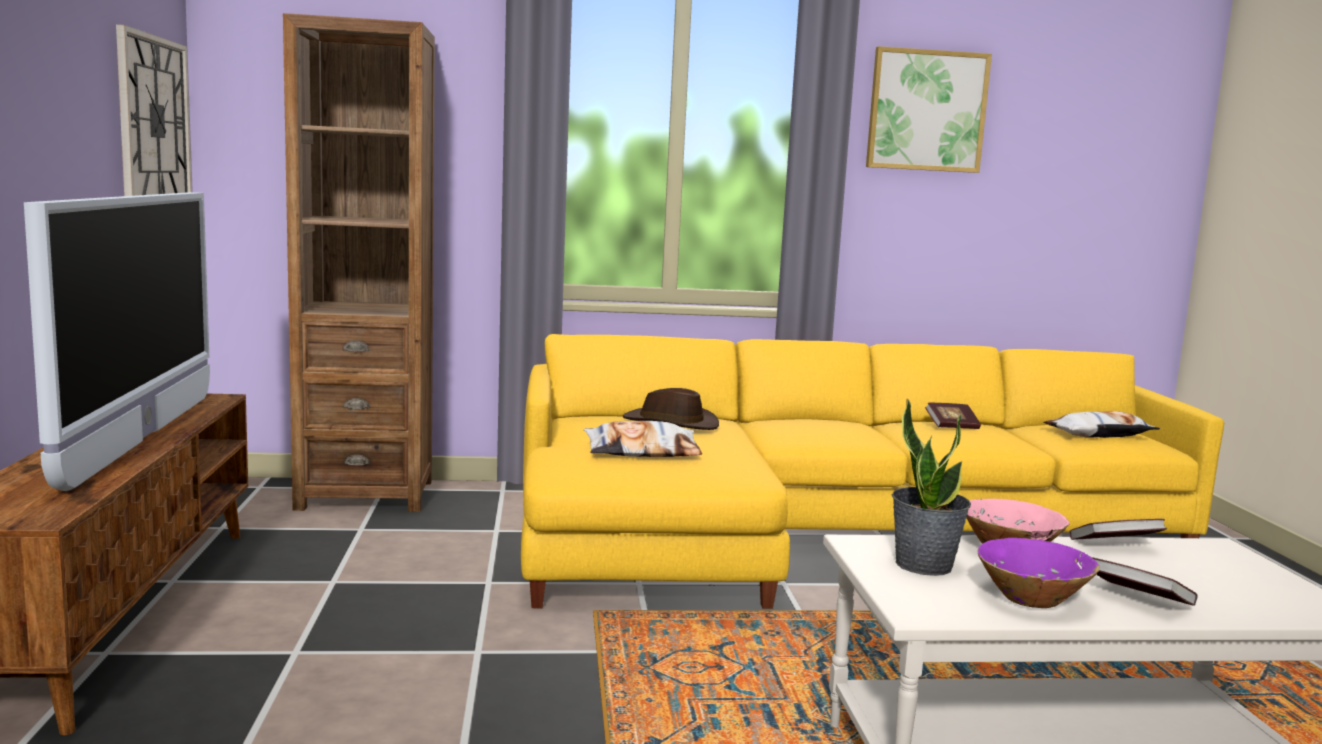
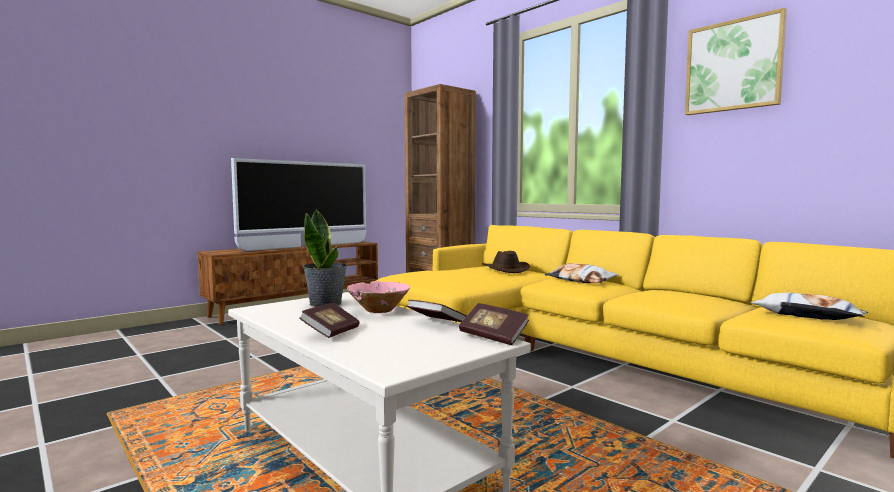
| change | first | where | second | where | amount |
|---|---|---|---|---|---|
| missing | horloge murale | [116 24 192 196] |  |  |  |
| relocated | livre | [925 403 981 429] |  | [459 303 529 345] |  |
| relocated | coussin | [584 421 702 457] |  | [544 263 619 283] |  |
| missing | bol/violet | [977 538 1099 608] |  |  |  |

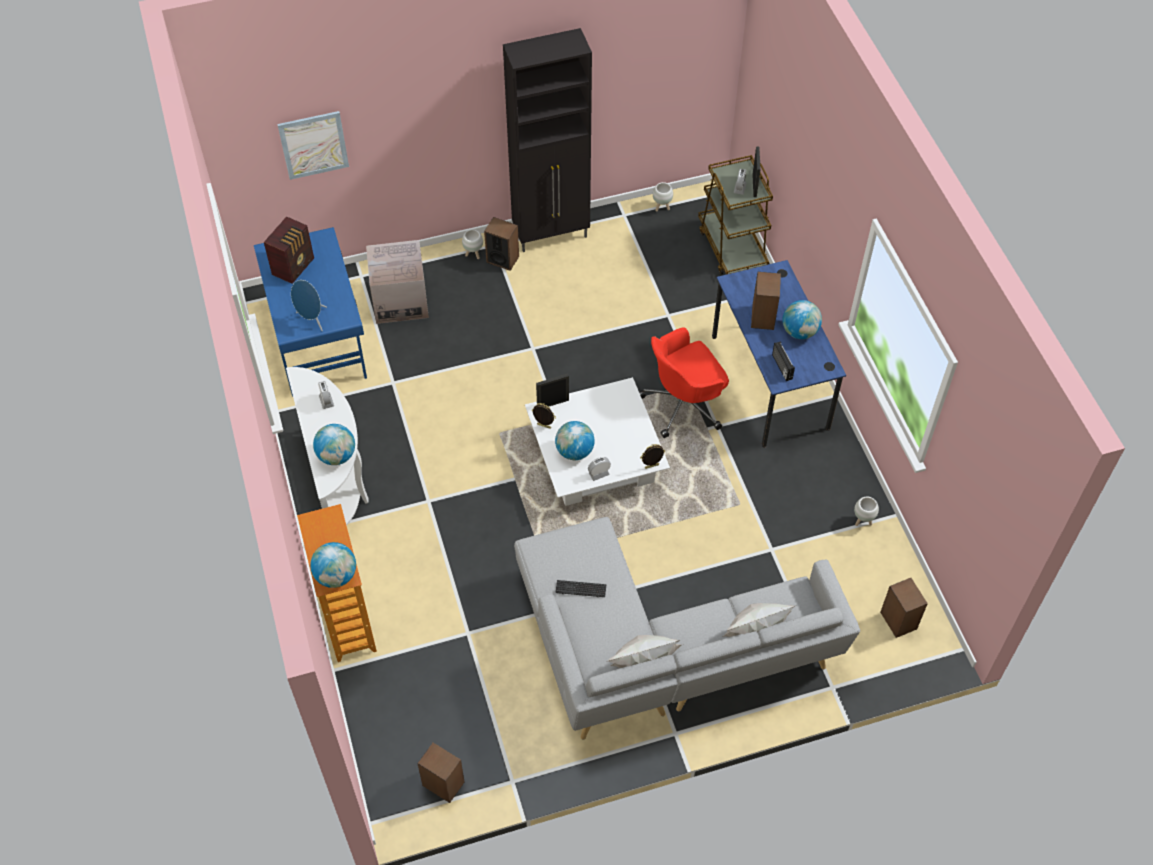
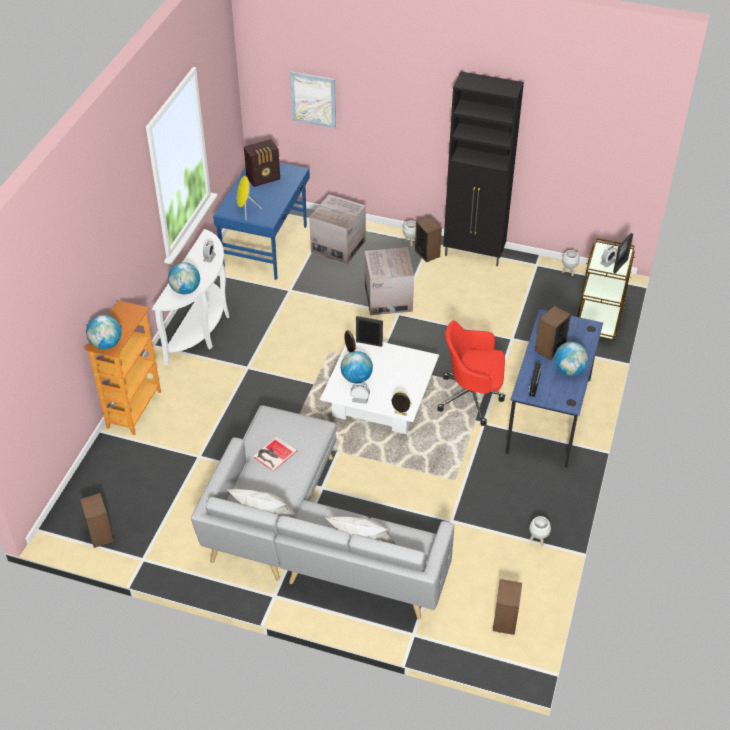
| change | first | where | second | where | amount |
|---|---|---|---|---|---|
| colour | enceinte/bleu | [291 280 327 331] | enceinte/jaune | [237 176 262 220] |  |
| exchanged | clavier | [555 580 606 597] | livre | [252 437 297 472] |  |
| appeared |  |  | carton | [365 247 414 315] |  |

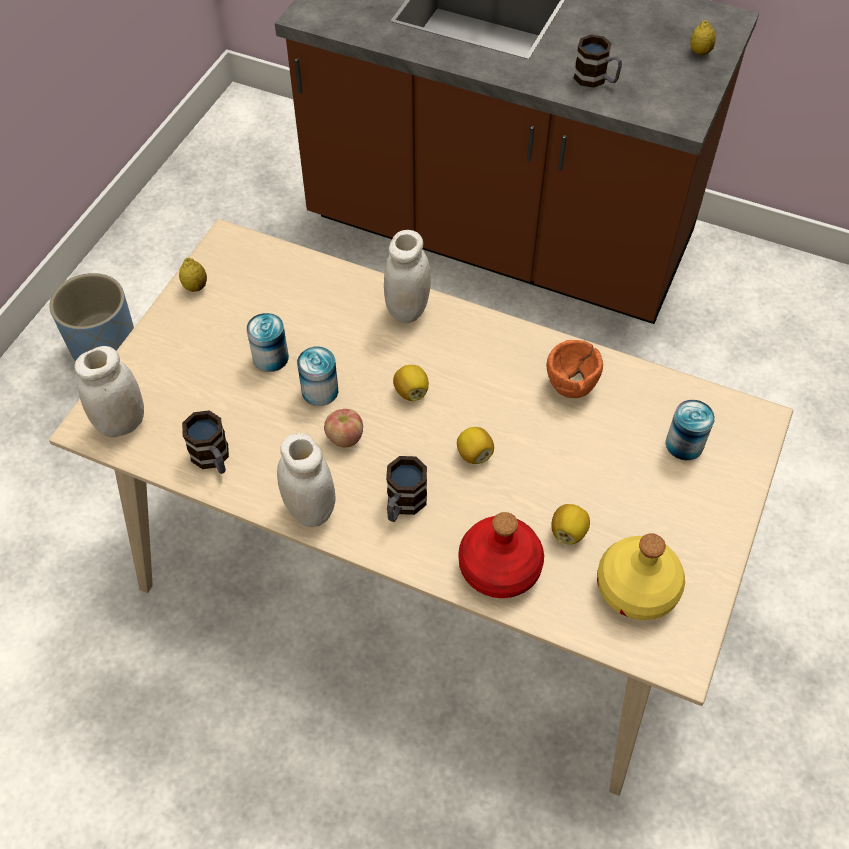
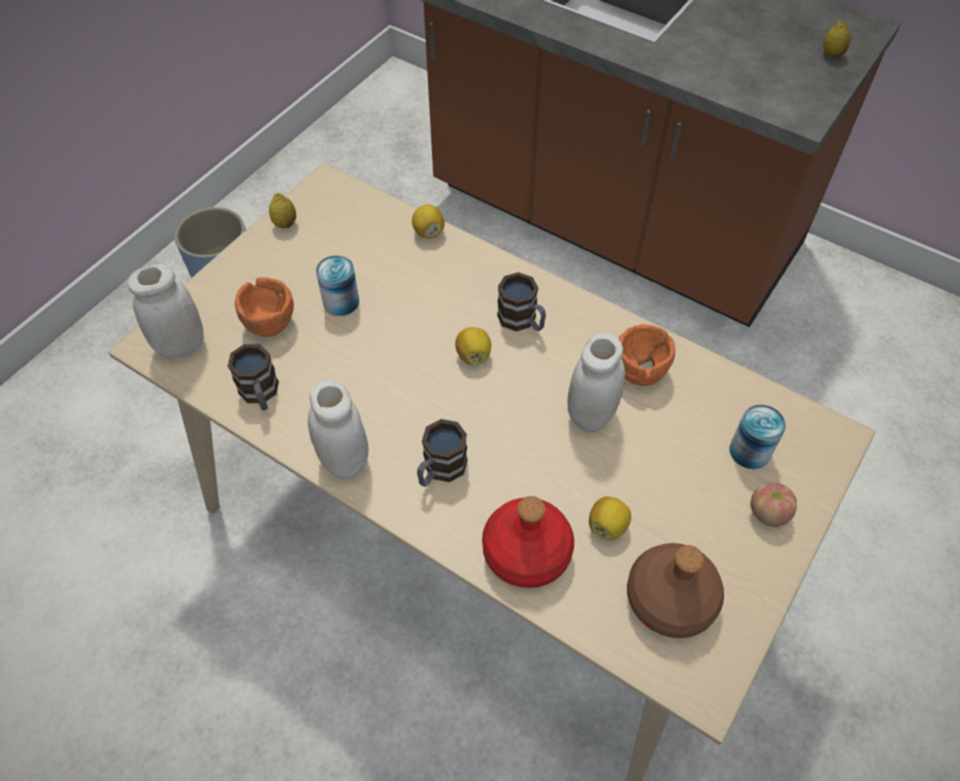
| change | first | where | second | where | amount |
|---|---|---|---|---|---|
| relocated | mug | [574 34 622 88] |  | [497 272 546 331] |  |
| relocated | bocal/blanc | [384 230 431 323] |  | [567 333 625 432] |  |
| missing | boîte métallique | [297 346 338 406] |  |  |  |
| relocated | pomme | [324 409 363 447] |  | [751 483 797 527] |  |
| relocated | citron | [457 427 494 464] |  | [412 205 445 238] |  |
| colour | bouteille/jaune | [597 533 685 620] | bouteille/marron | [627 543 724 638] |  |
| appeared |  |  | bol/orange | [235 277 294 337] |  |

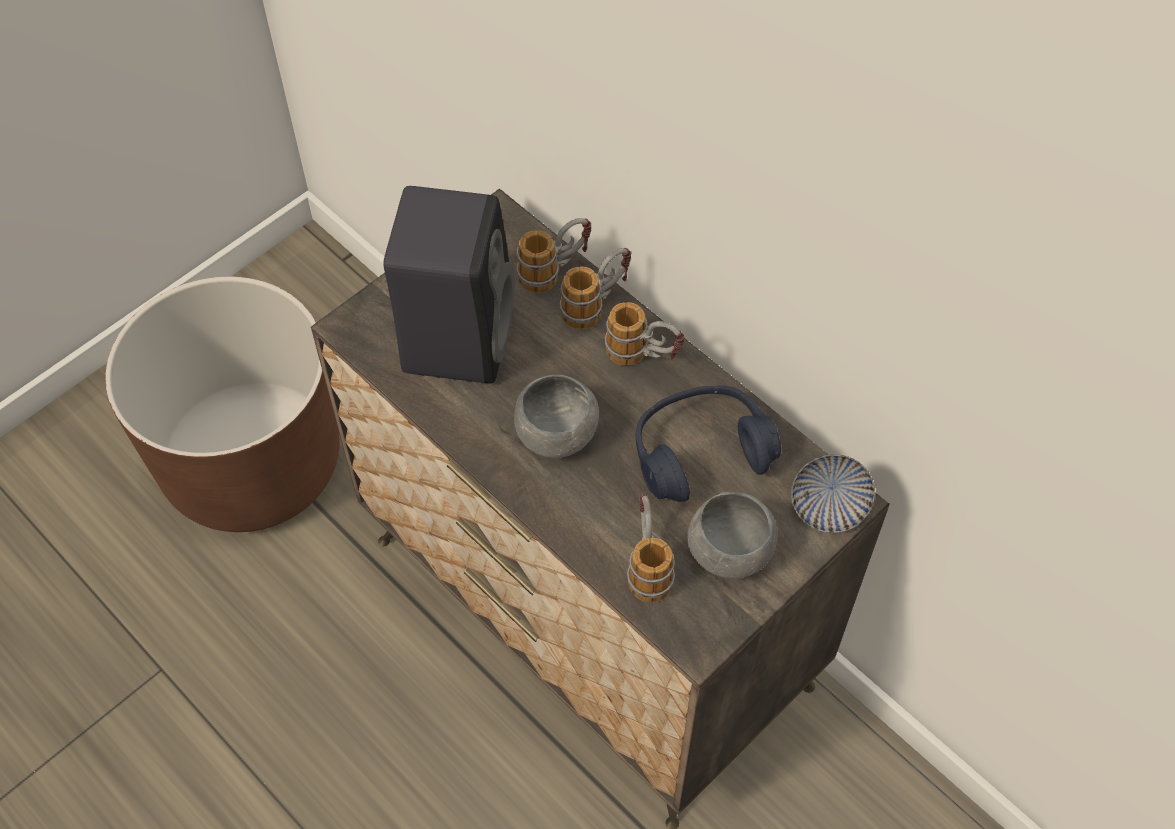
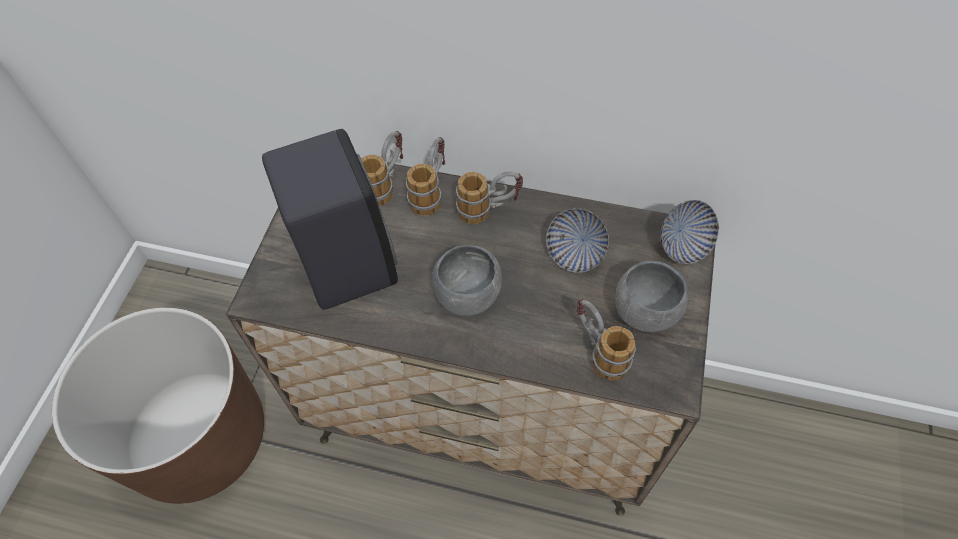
| change | first | where | second | where | amount |
|---|---|---|---|---|---|
| exchanged | casque audio/bleu | [636 385 781 502] | bol | [546 208 609 273] |  |

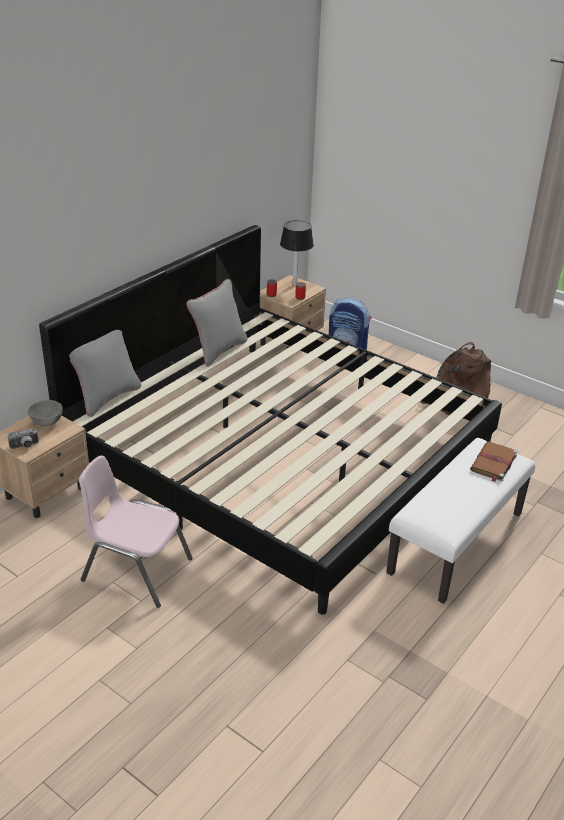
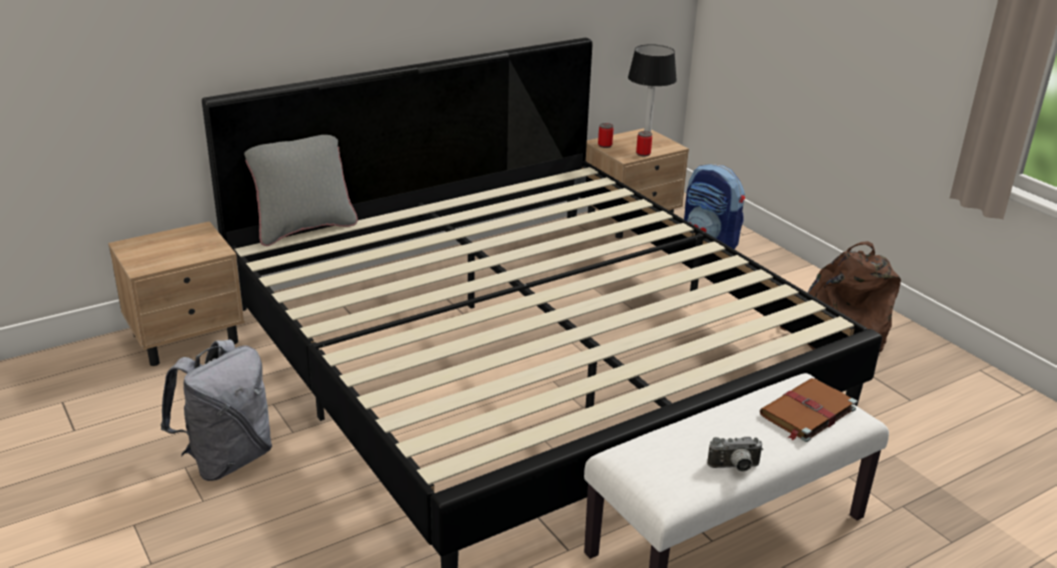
| change | first | where | second | where | amount |
|---|---|---|---|---|---|
| missing | coussin/gris | [186 279 247 367] |  |  |  |
| missing | bol/gris | [28 400 63 426] |  |  |  |
| relocated | appareil photo | [8 428 39 449] |  | [707 437 763 472] |  |
| exchanged | chaise/rose | [79 456 193 608] | sac à dos/gris | [161 339 272 481] |  |

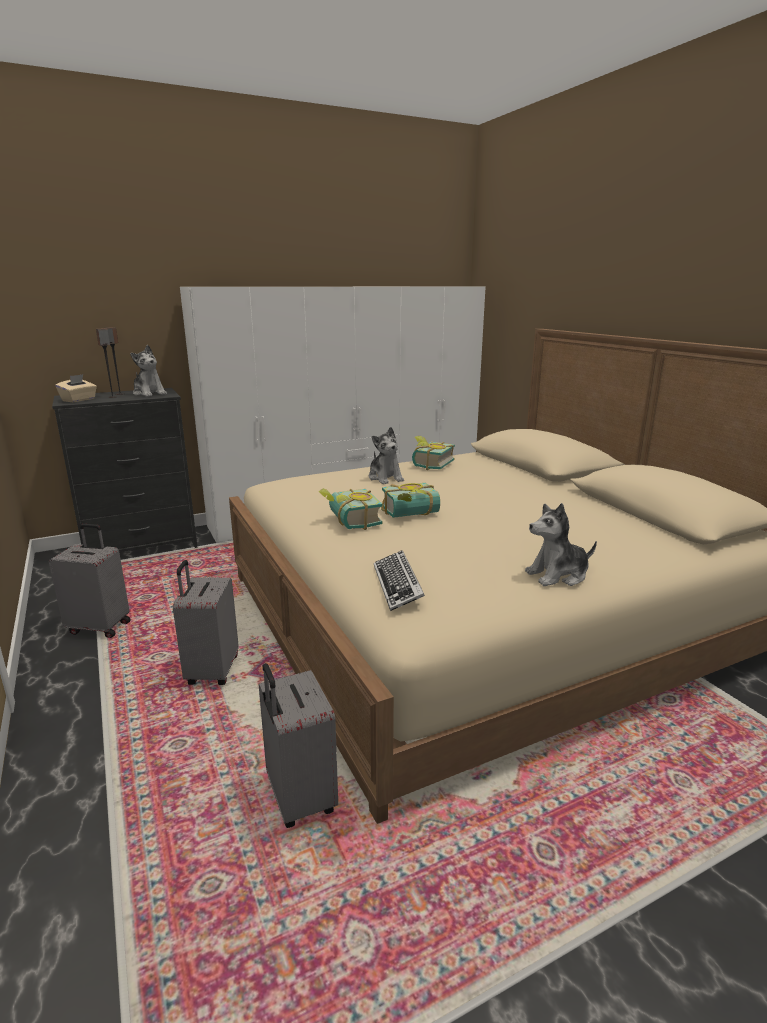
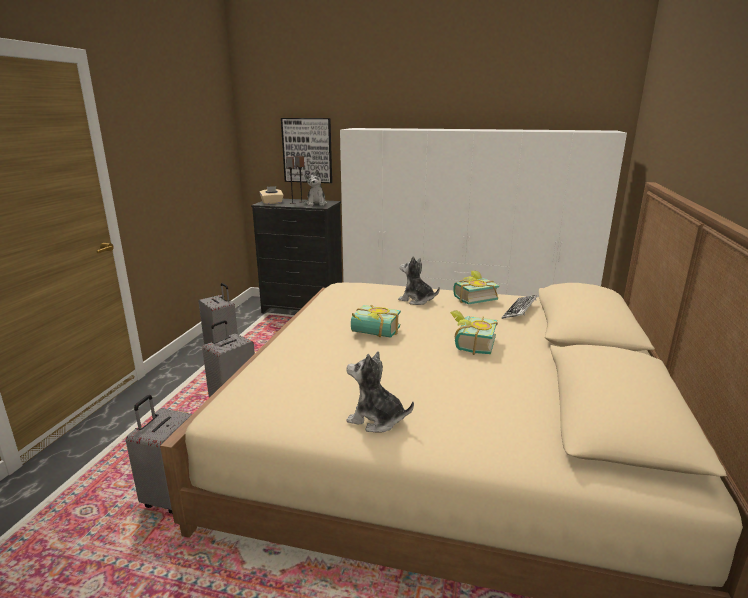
| change | first | where | second | where | amount |
|---|---|---|---|---|---|
| spun | peluche | [369 427 404 484] |  | [398 256 440 305] | 105 degrees clockwise |
| relocated | livre | [319 488 383 530] |  | [450 310 498 355] |  |
| relocated | clavier | [374 550 425 611] |  | [502 295 537 319] |  |
| appeared |  |  | tableau | [281 118 332 183] |  |

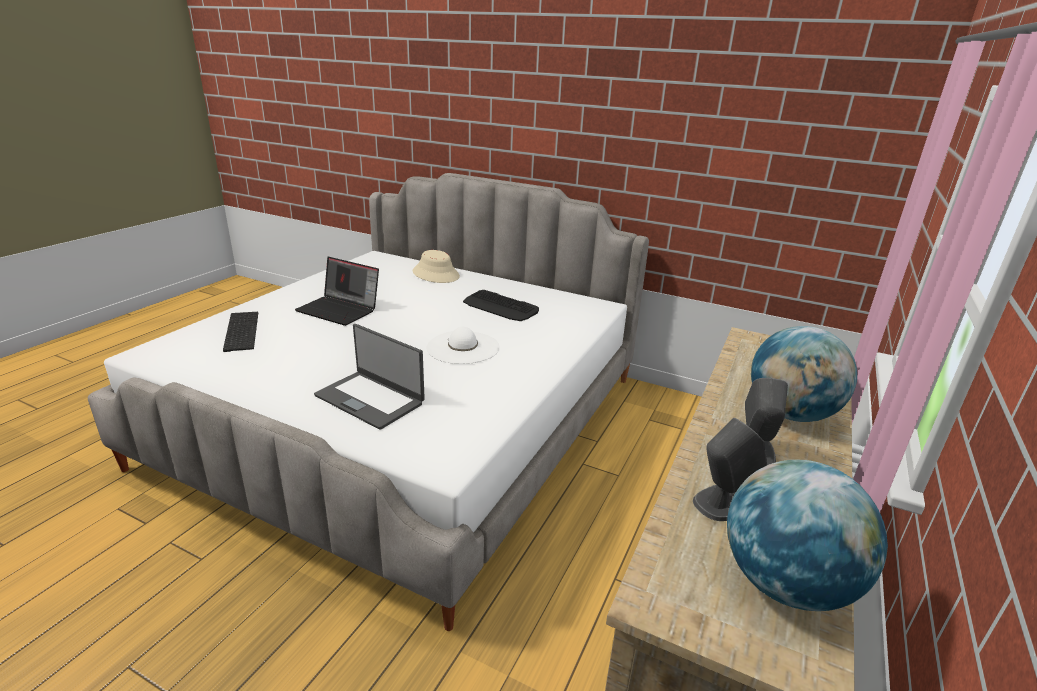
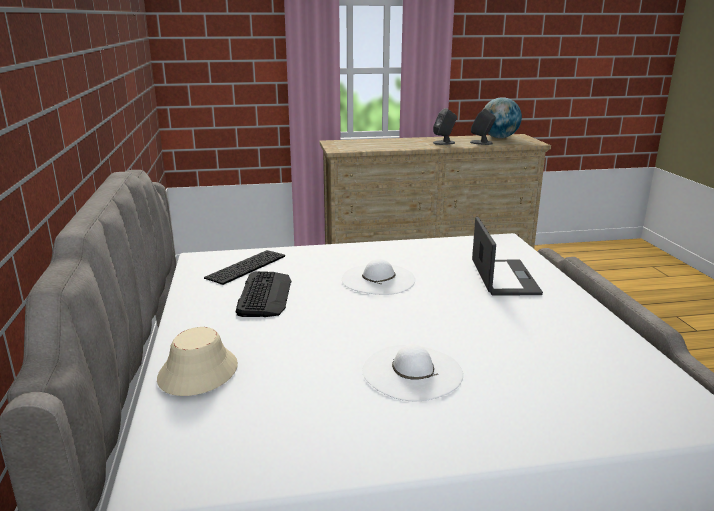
| change | first | where | second | where | amount |
|---|---|---|---|---|---|
| exchanged | ordinateur portable | [295 257 379 326] | chapeau/blanc | [362 344 463 401] |  |
| relocated | clavier | [223 312 258 352] |  | [204 250 285 285] |  |
| missing | globe | [751 326 857 422] |  |  |  |

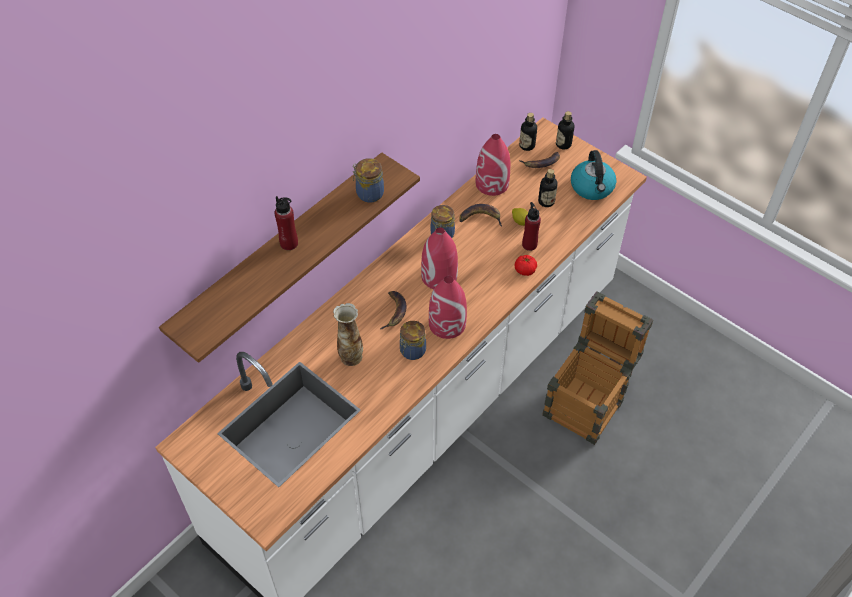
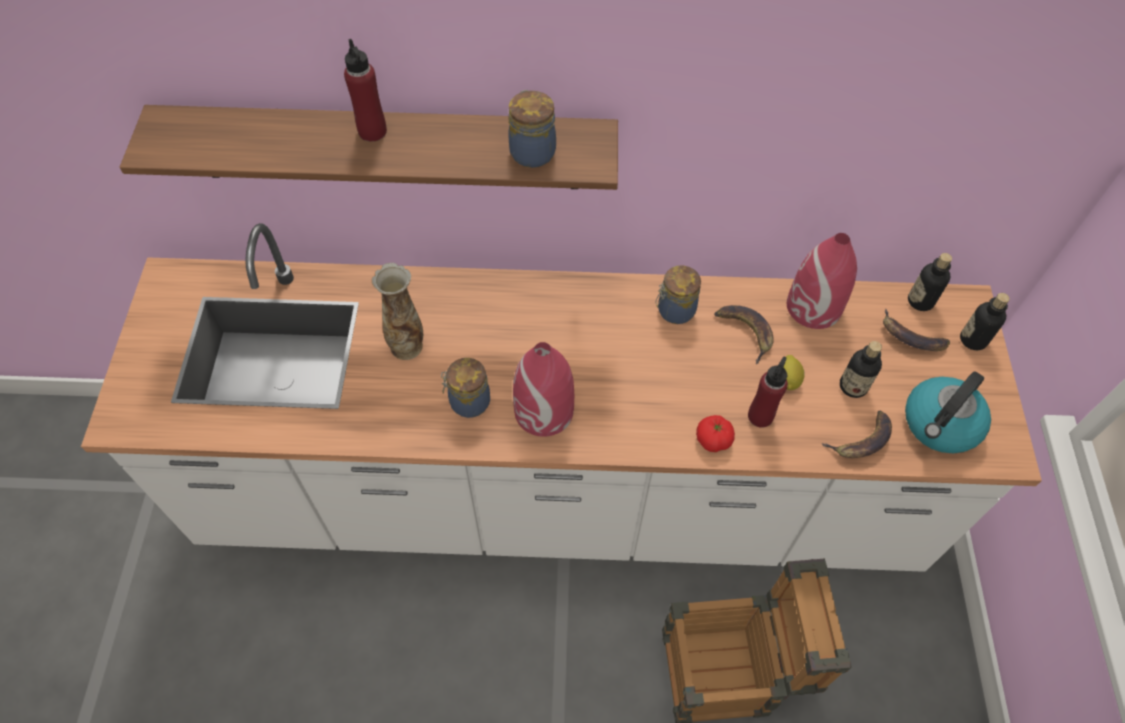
| change | first | where | second | where | amount |
|---|---|---|---|---|---|
| missing | vase/rouge | [421 227 458 289] |  |  |  |
| relocated | banane | [380 291 407 329] |  | [821 410 892 458] |  |

